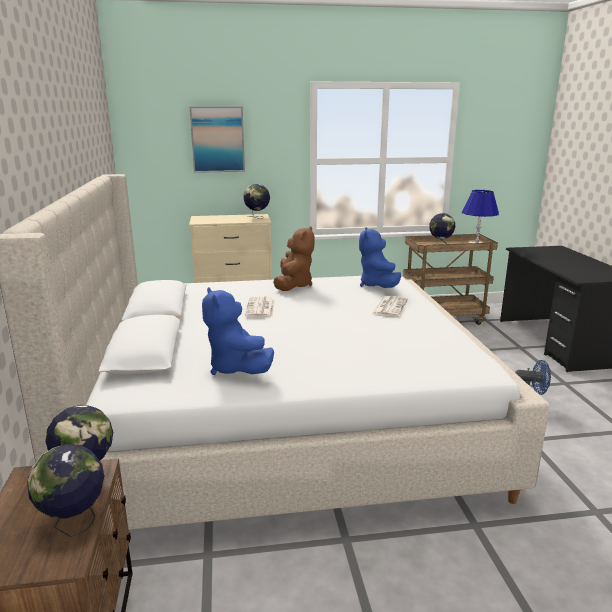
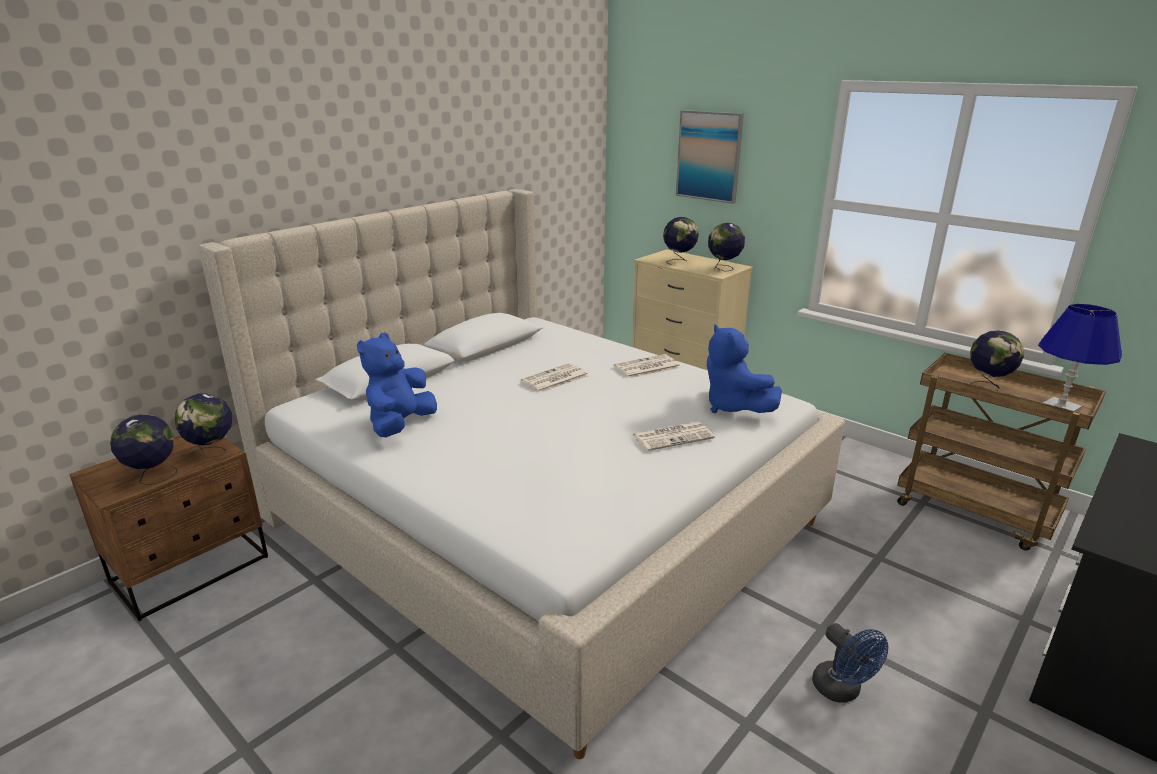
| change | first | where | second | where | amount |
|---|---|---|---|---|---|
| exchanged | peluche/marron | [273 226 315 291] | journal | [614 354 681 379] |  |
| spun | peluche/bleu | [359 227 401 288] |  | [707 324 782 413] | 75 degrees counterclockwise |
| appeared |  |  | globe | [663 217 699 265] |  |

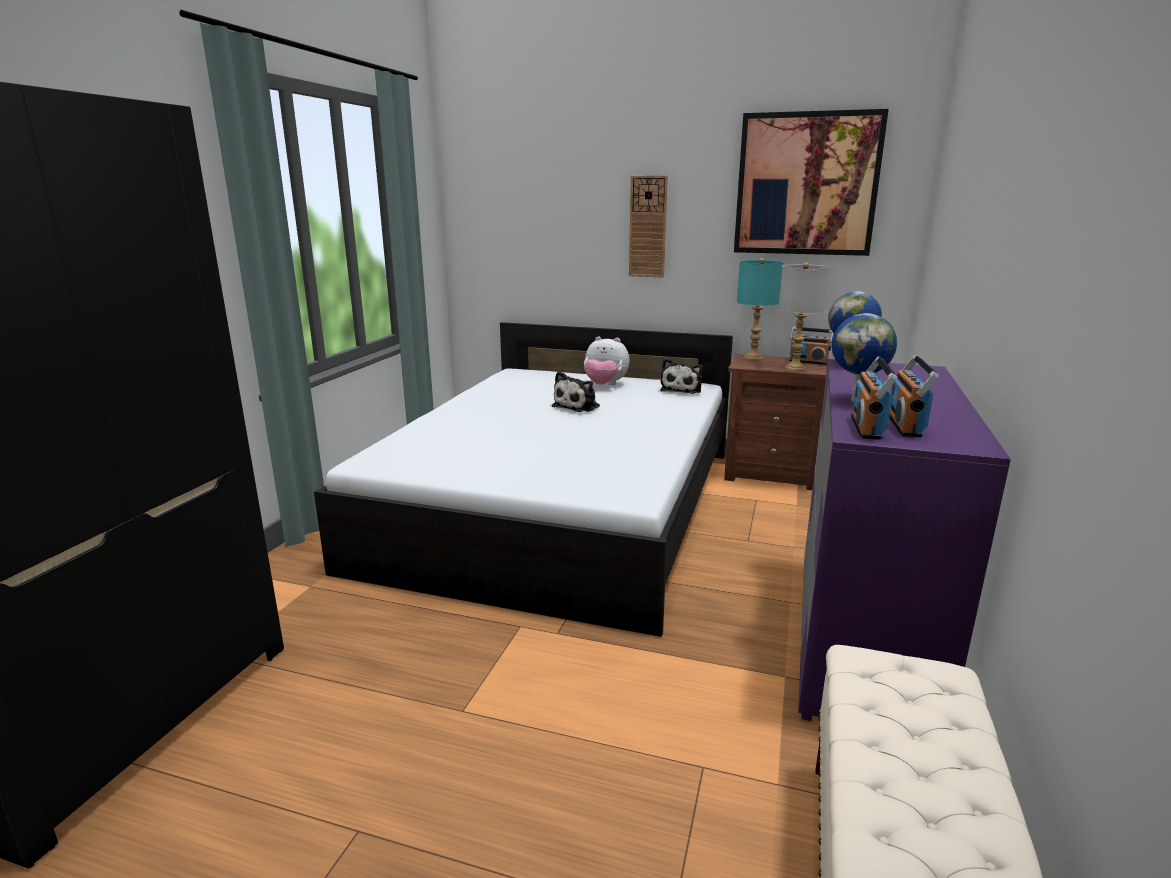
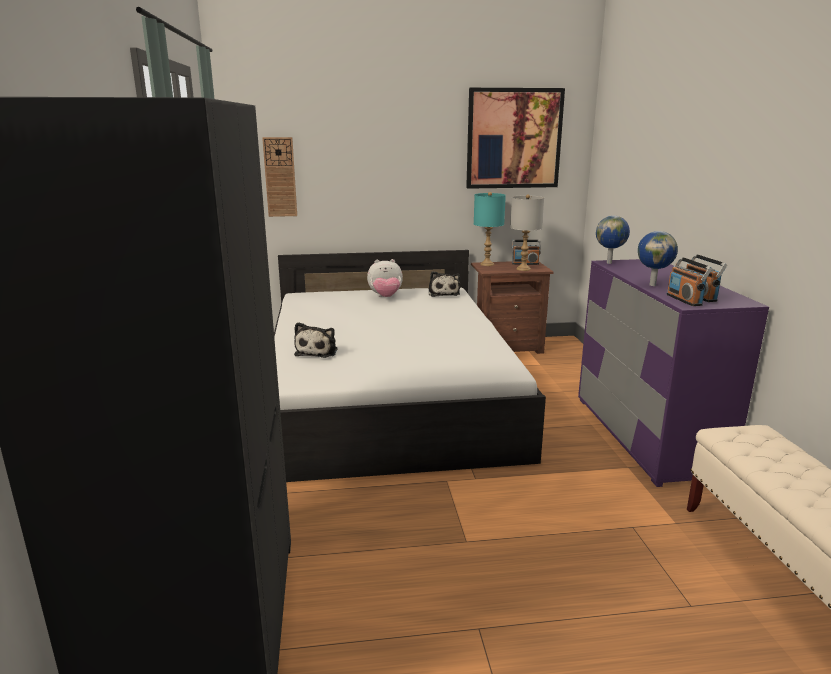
| change | first | where | second | where | amount |
|---|---|---|---|---|---|
| relocated | horloge murale | [629 176 668 278] |  | [262 137 297 217] |  |
| relocated | peluche | [552 371 600 412] |  | [294 322 337 358] |  |

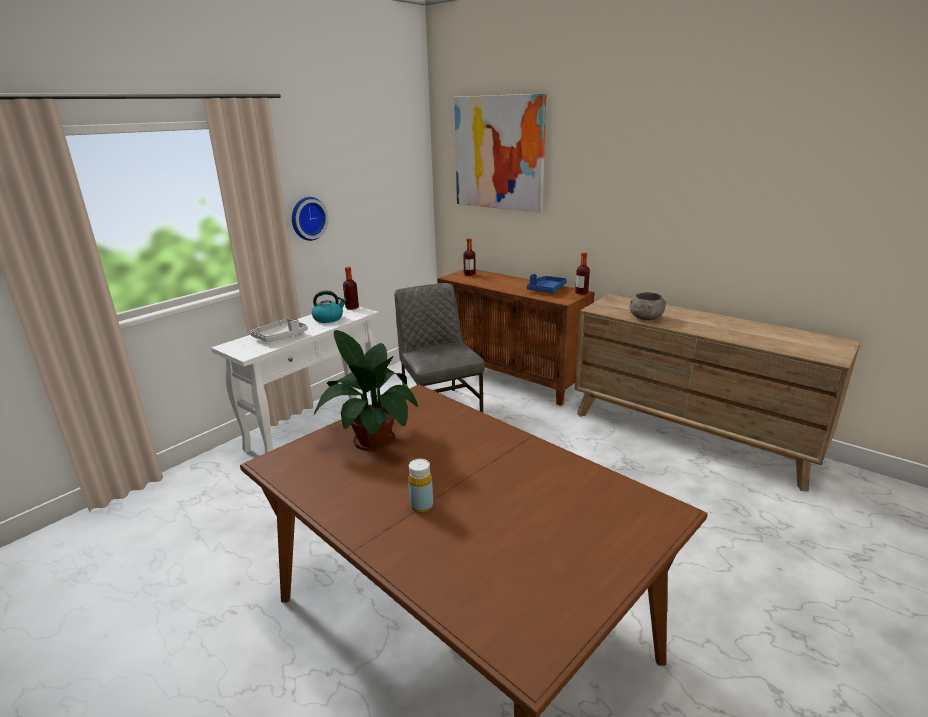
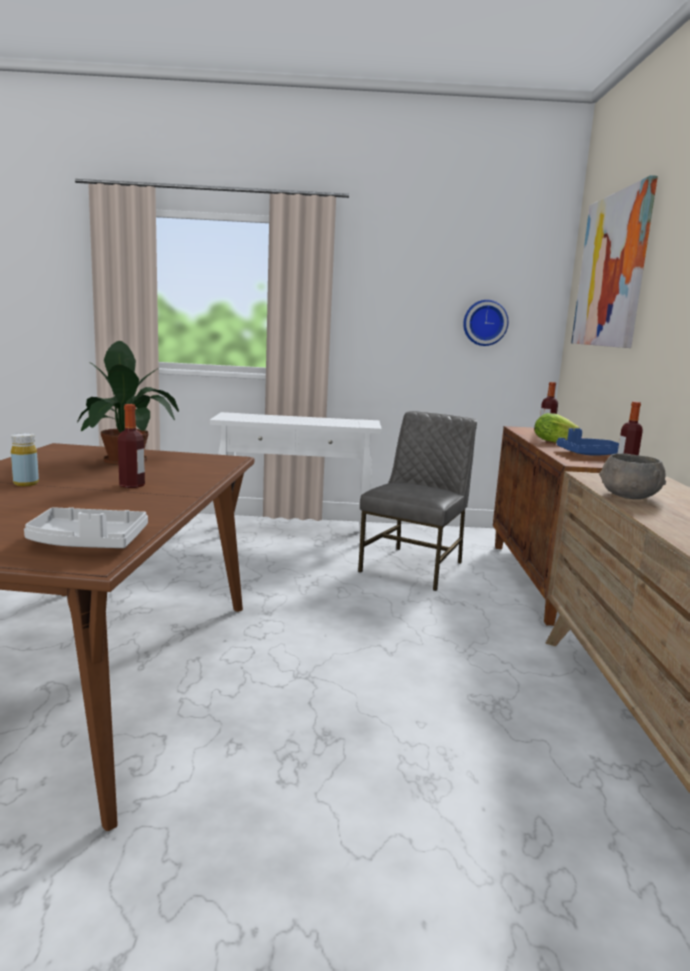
| change | first | where | second | where | amount |
|---|---|---|---|---|---|
| relocated | horloge murale | [292 197 329 241] |  | [463 300 508 346] |  |
| relocated | bouteille | [343 267 359 310] |  | [118 404 145 488] |  |
| missing | bouilloire | [311 291 346 323] |  |  |  |
| relocated | plateau/gris | [250 318 308 342] |  | [24 507 148 548] |  |
| appeared |  |  | laitue | [534 413 579 443] |  |

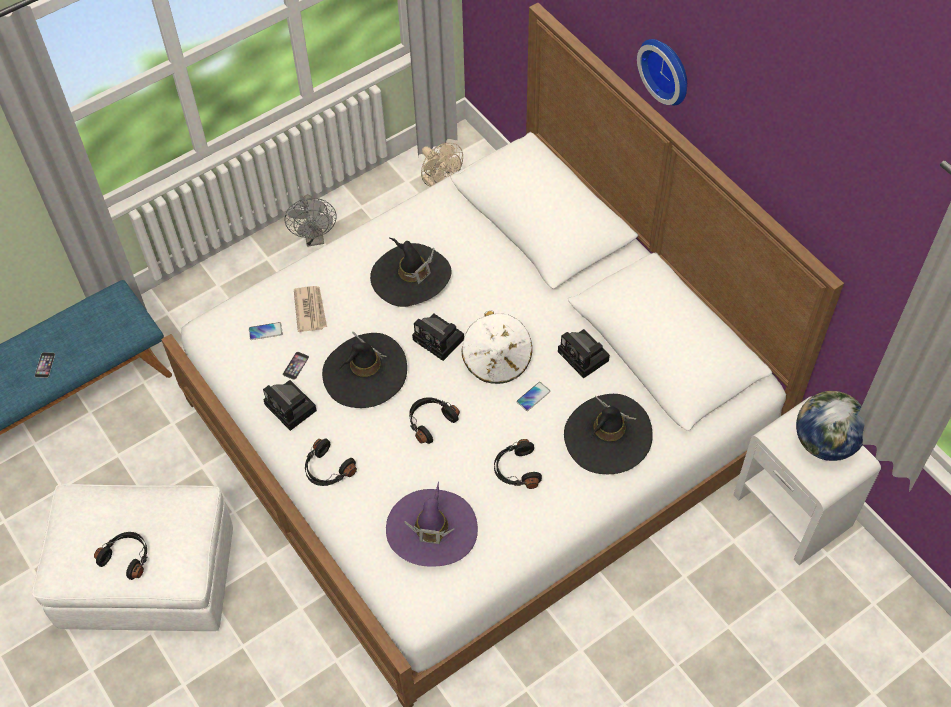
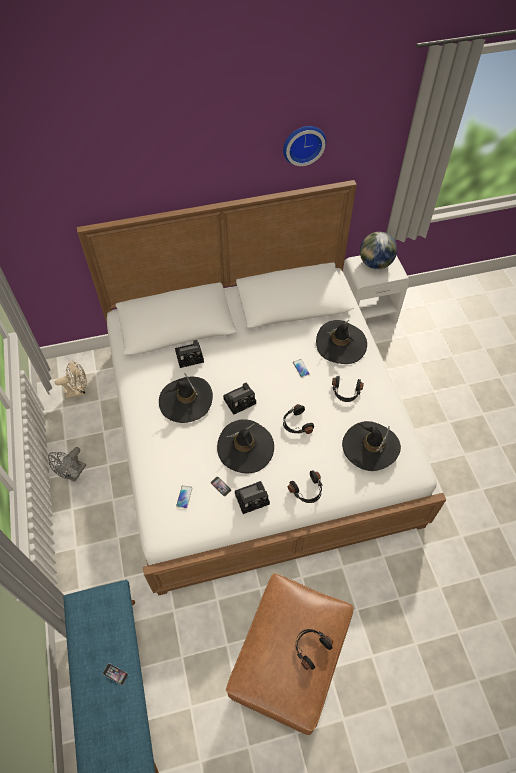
| change | first | where | second | where | amount |
|---|---|---|---|---|---|
| relocated | horloge murale | [637 39 687 105] |  | [283 126 326 166] |  |
| spun | ventilateur/gris | [284 194 337 247] |  | [48 447 86 482] | 105 degrees clockwise |
| missing | journal | [294 286 327 332] |  |  |  |
| missing | chapeau/blanc | [462 310 532 384] |  |  |  |
| relocated | appareil photo | [558 329 610 378] |  | [175 340 204 368] |  |
| colour | chapeau/violet | [386 481 478 567] | chapeau/noir | [342 421 401 471] |  |
| colour | pouf/blanc | [32 484 233 631] | pouf/marron | [226 573 354 735] |  |

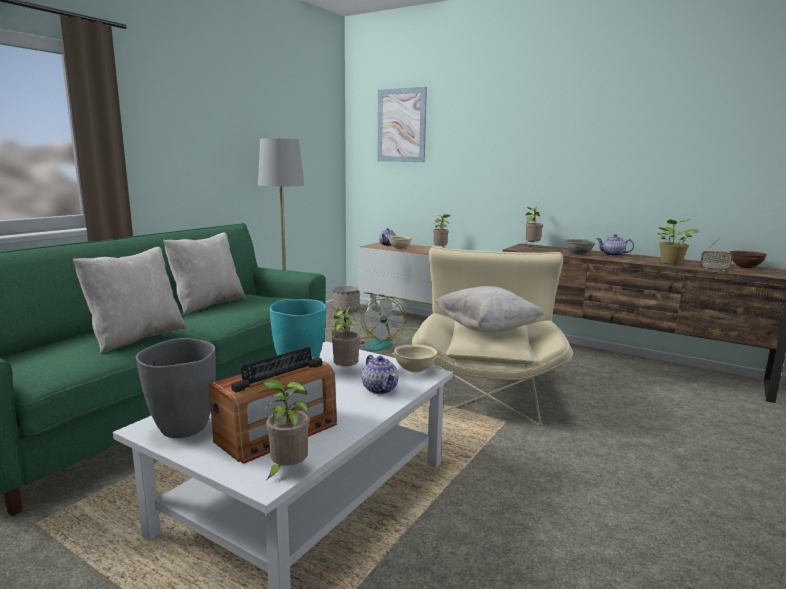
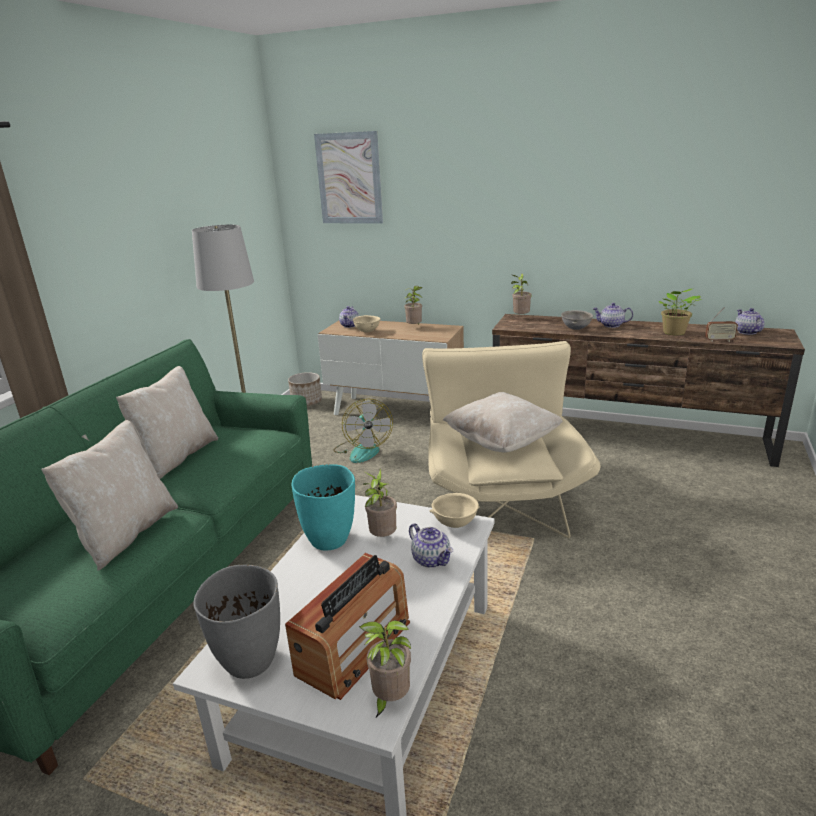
| change | first | where | second | where | amount |
|---|---|---|---|---|---|
| exchanged | bol/marron | [729 251 767 268] | théière | [735 308 764 335] |  |

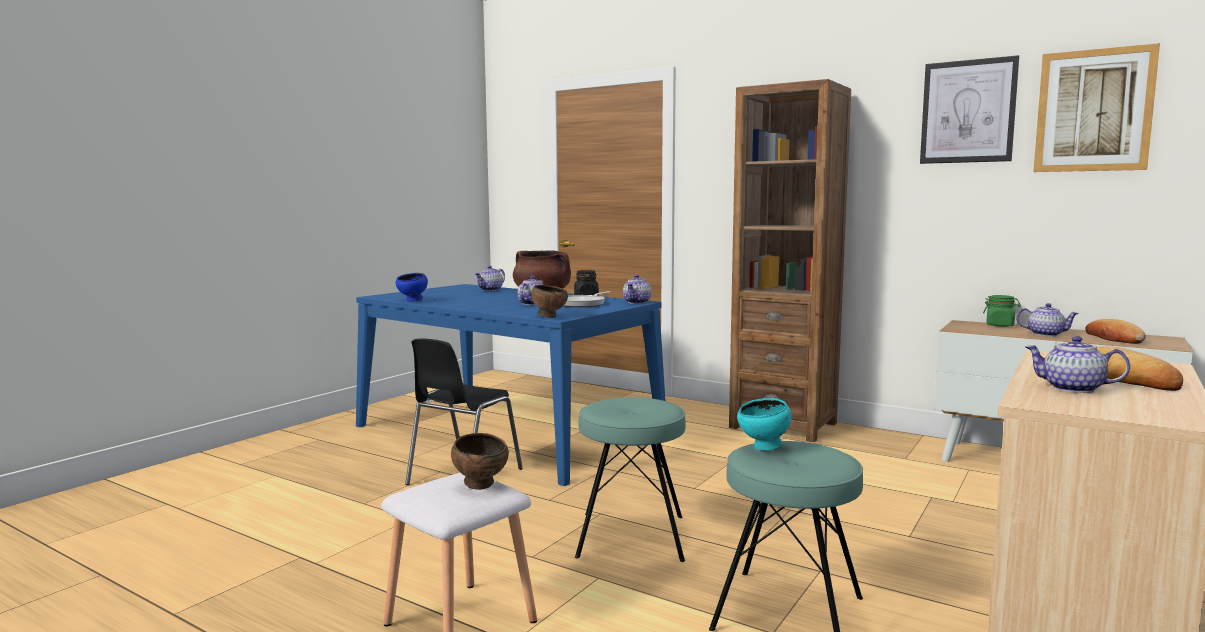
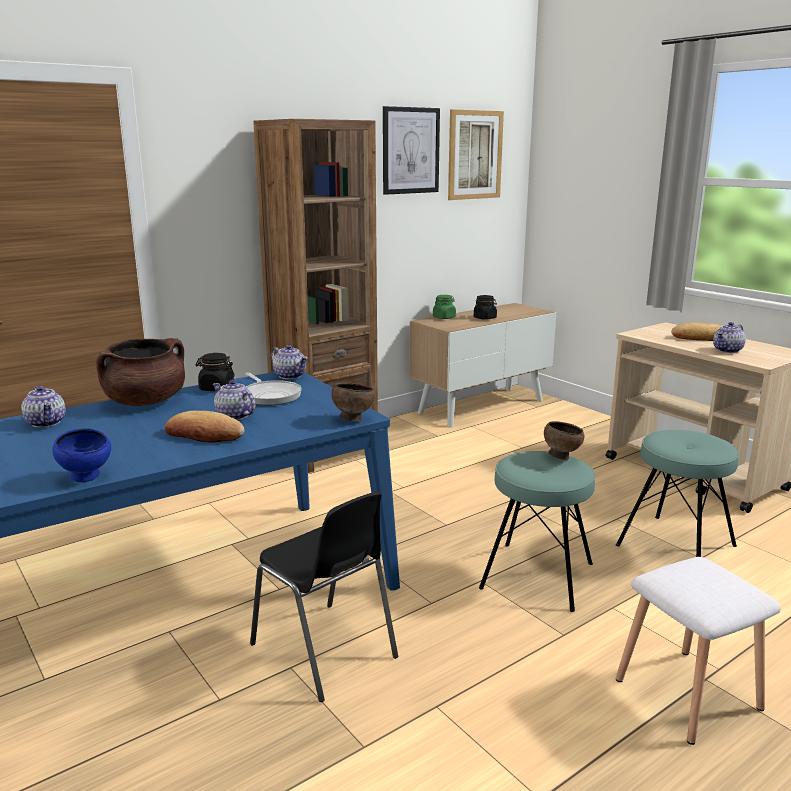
| change | first | where | second | where | amount |
|---|---|---|---|---|---|
| exchanged | théière | [1016 303 1079 336] | bocal/noir | [474 295 497 320] |  |
| relocated | pain | [1085 319 1146 344] |  | [165 410 244 443] |  |
| missing | bol/turquoise | [737 398 792 451] |  |  |  |
| relocated | bol/marron | [451 433 509 490] |  | [544 421 585 460] |  |

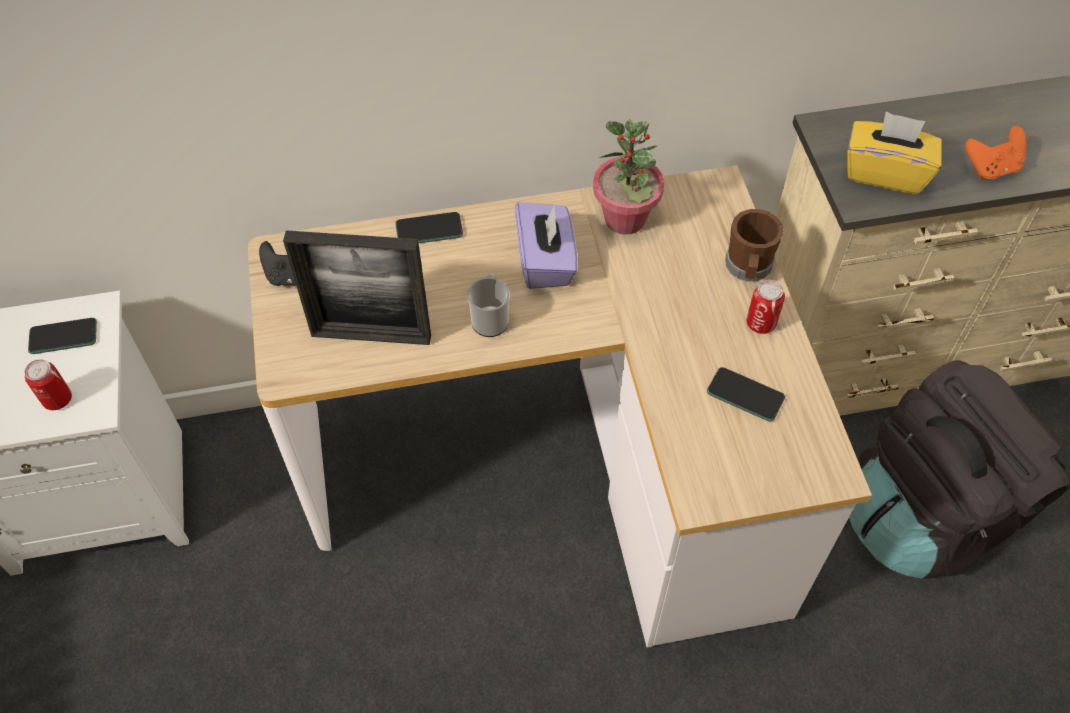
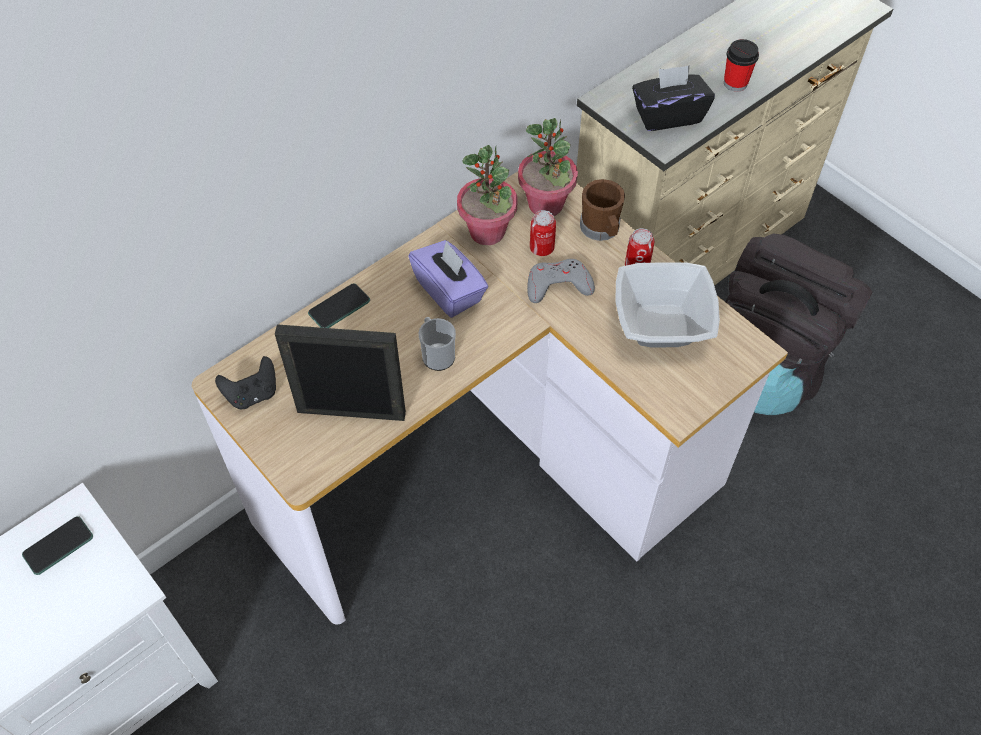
| change | first | where | second | where | amount |
|---|---|---|---|---|---|
| colour | boîte à mouchoirs/jaune | [847 112 941 194] | boîte à mouchoirs/noir | [632 65 715 131] |  |
| exchanged | manette/orange | [965 126 1026 179] | tasse | [724 39 759 92] |  |
| spun | cadre photo | [283 230 431 345] |  | [275 324 406 421] | 150 degrees counterclockwise |
| relocated | boîte métallique | [25 359 72 410] |  | [530 210 556 256] |  |
| exchanged | téléphone | [707 367 785 422] | bol | [616 262 720 348] |  |
| appeared |  |  | plante en pot | [518 118 578 216] |  |
| appeared |  |  | manette/gris | [527 259 595 303] |  |

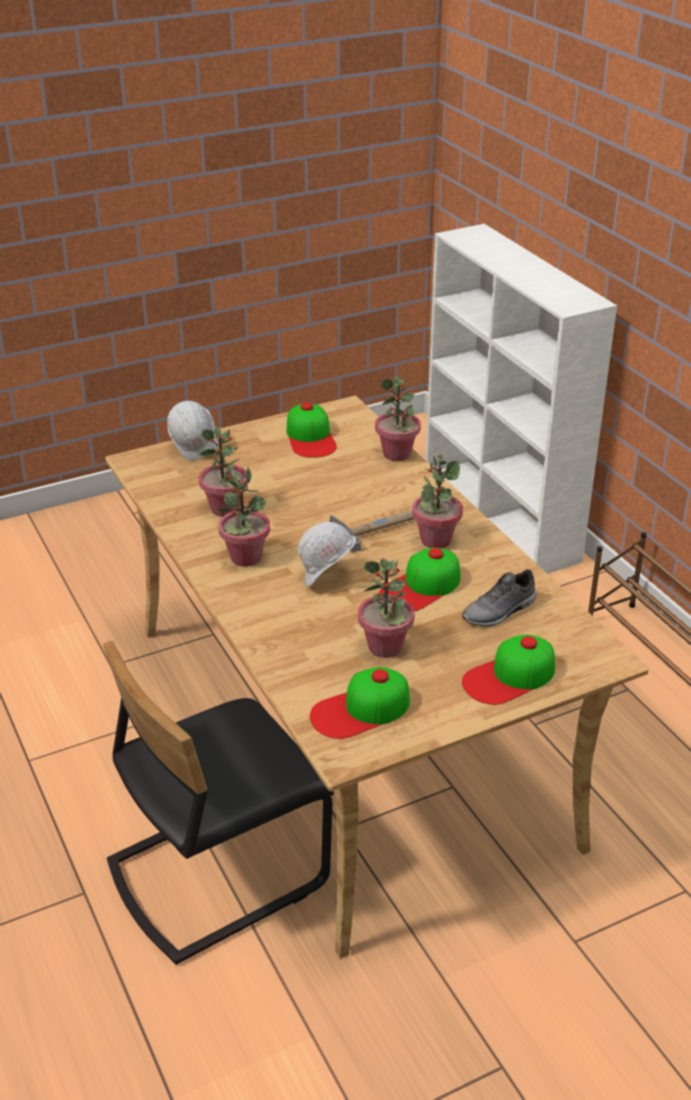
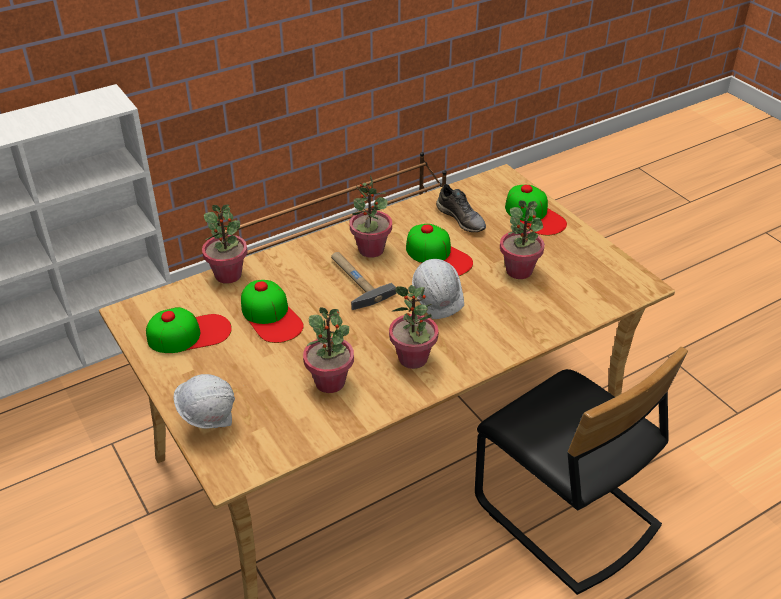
| change | first | where | second | where | amount |
|---|---|---|---|---|---|
| relocated | casquette | [310 667 410 739] |  | [241 280 304 343] |  |

